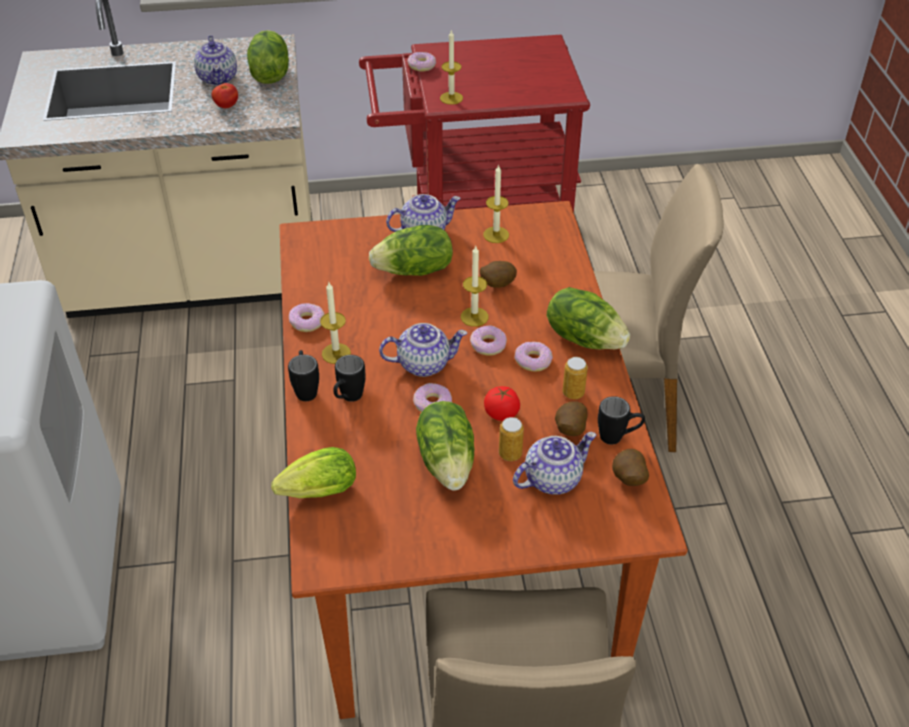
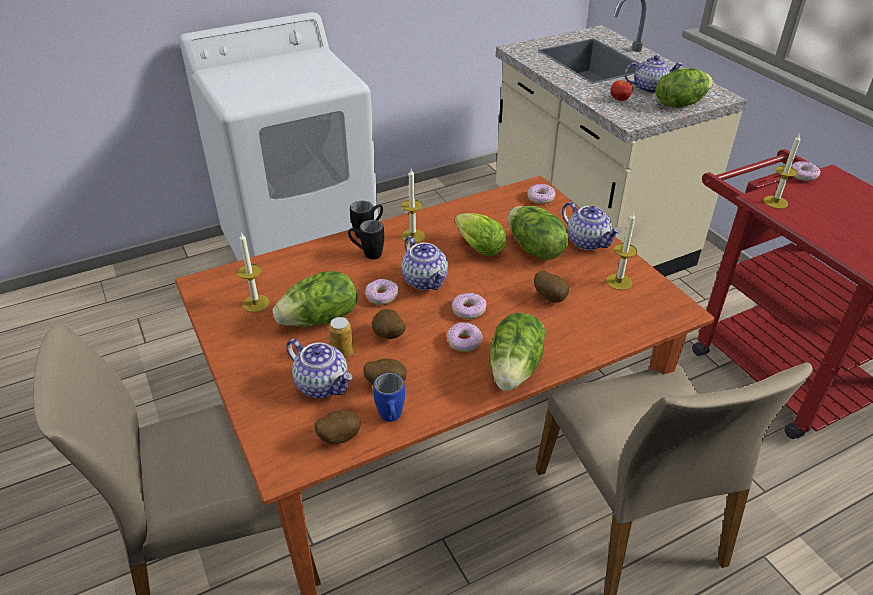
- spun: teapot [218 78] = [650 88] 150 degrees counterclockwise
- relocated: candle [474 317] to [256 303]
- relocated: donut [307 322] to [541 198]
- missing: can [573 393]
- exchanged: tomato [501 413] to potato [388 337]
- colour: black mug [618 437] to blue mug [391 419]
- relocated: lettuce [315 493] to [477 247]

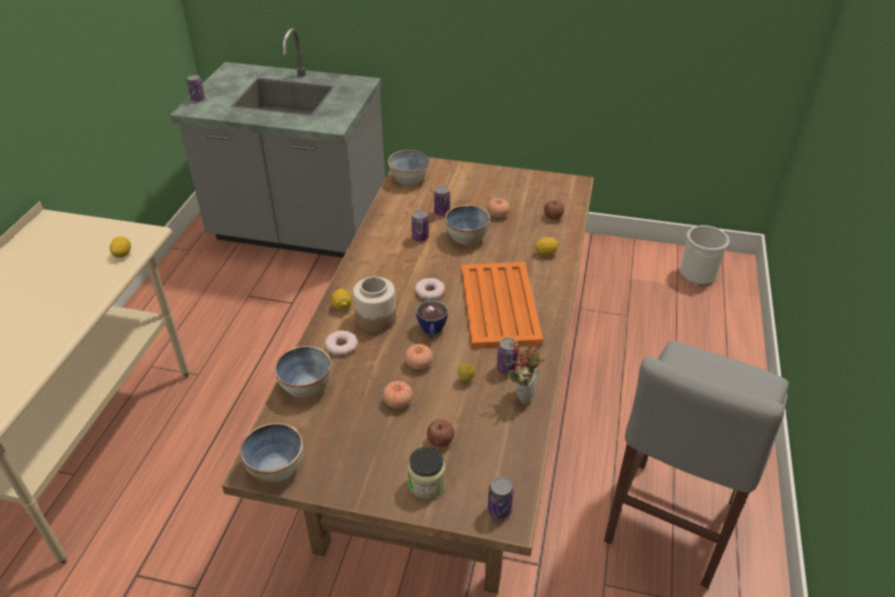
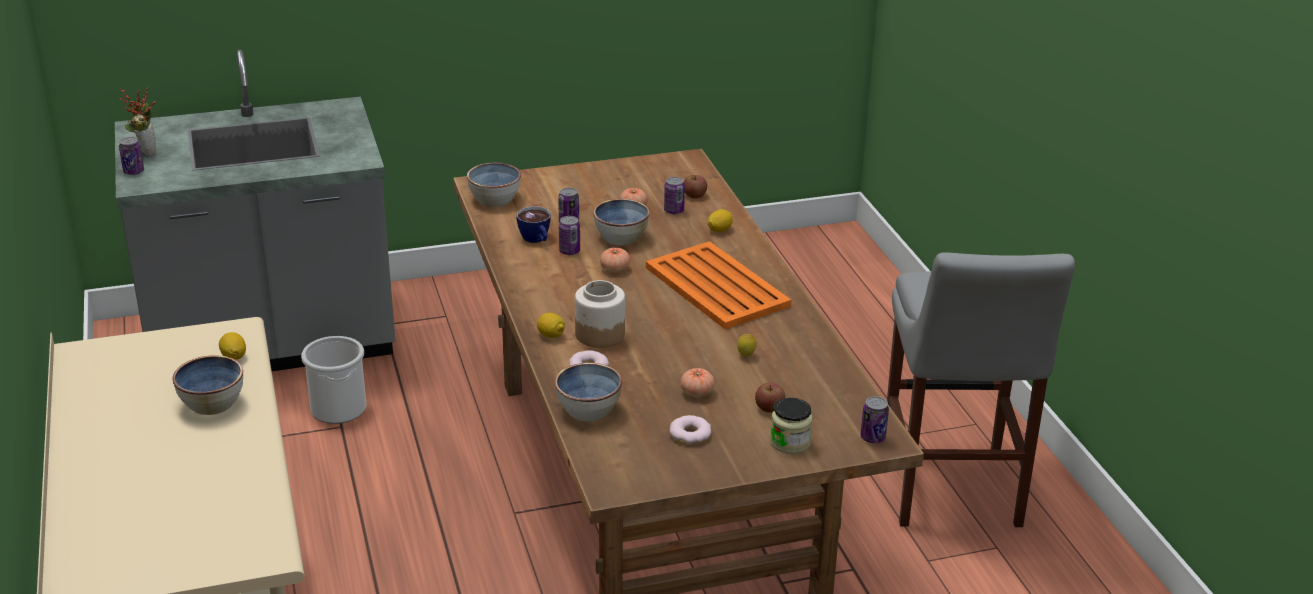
- relocated: bucket [698 273] to [339 409]
- relocated: donut [430 292] to [690 434]
- relocated: cup [432 331] to [536 240]
- relocated: can [506 368] to [674 211]
- relocated: potted plant [523 394] to [145 151]
- relocated: tomato [418 363] to [615 269]
- relocated: bowl [276 467] to [213 403]

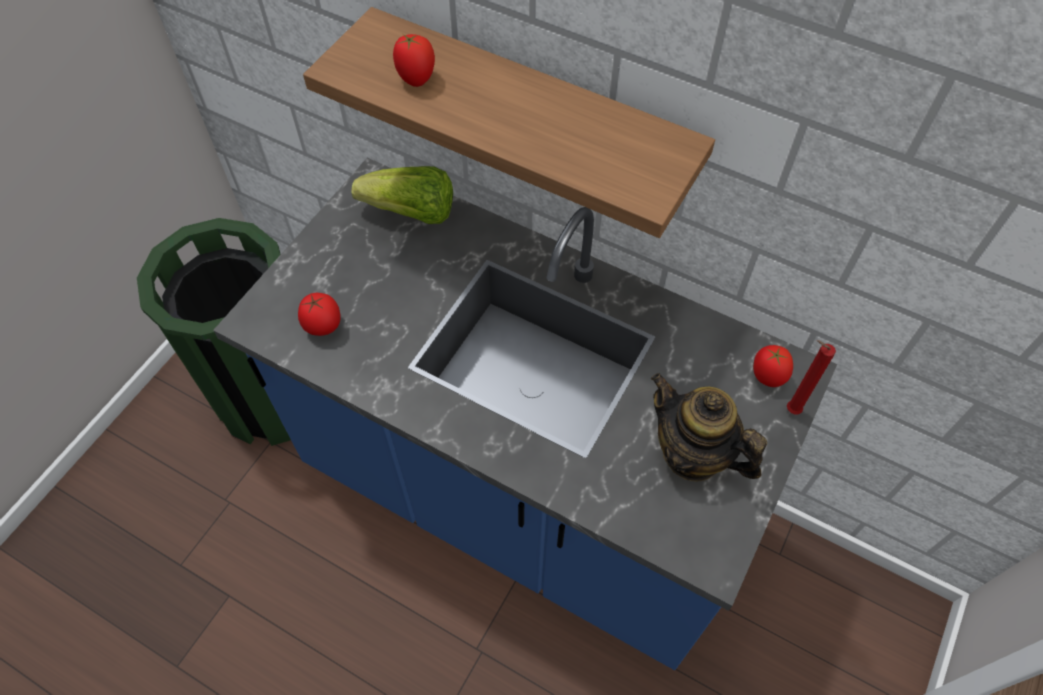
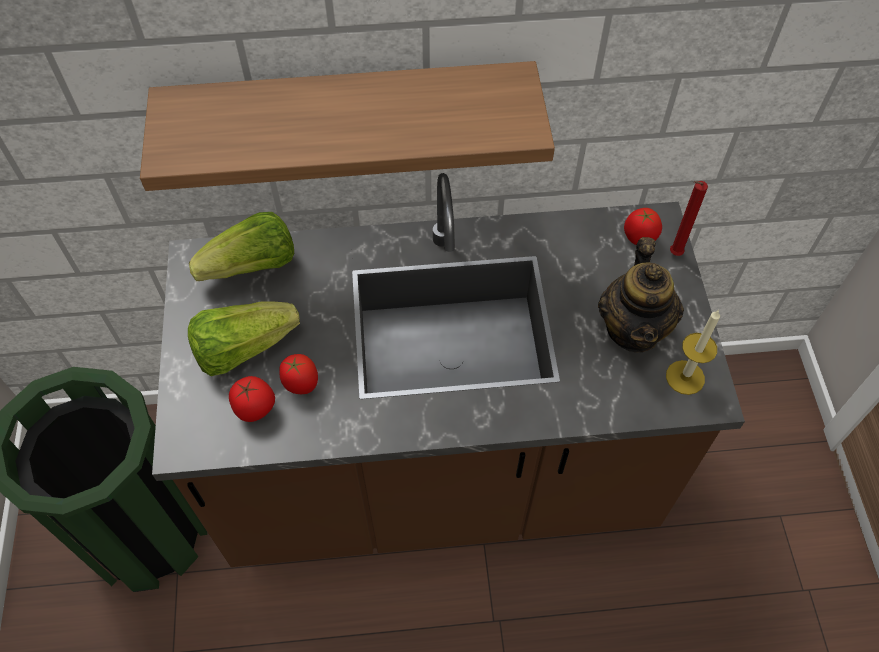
- relocated: tomato [416 78] to [301 384]
- colour: blue counter [521 498] to brown counter [439 475]
- spun: teapot [693 454] = [633 329] 90 degrees counterclockwise
- appeared: lettuce [243 348]
- appeared: candle [685 377]

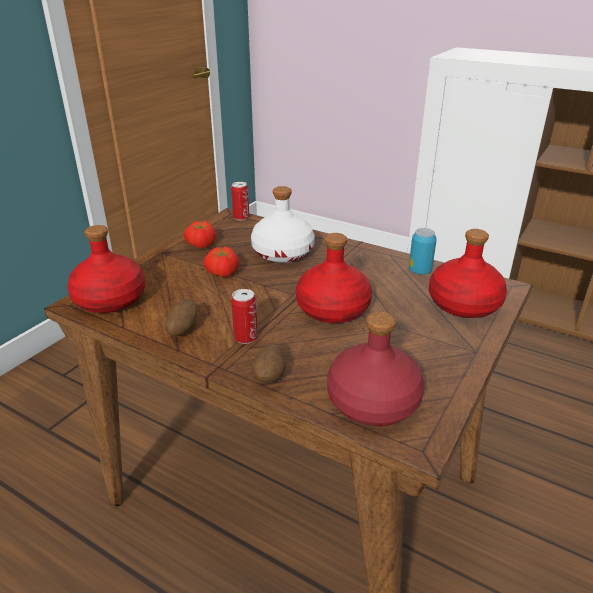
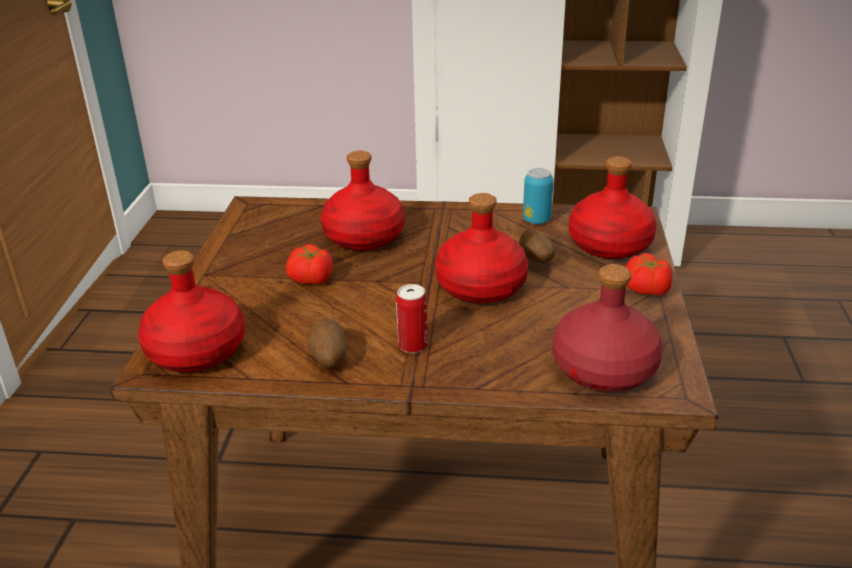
- missing: can [241 217]
- colour: white bottle [283 253] to red bottle [365 237]
- relocated: tomato [201 244] to [645 289]
- relocated: potato [269 377] to [536 261]

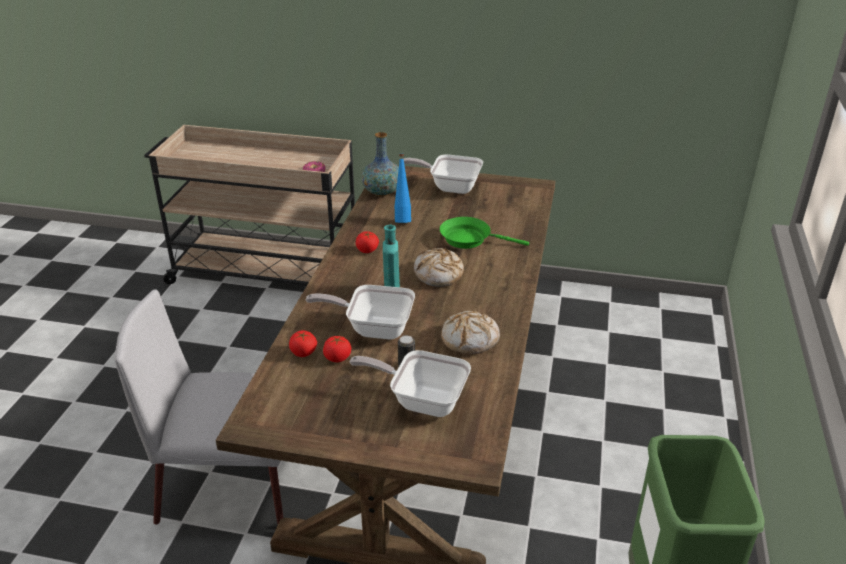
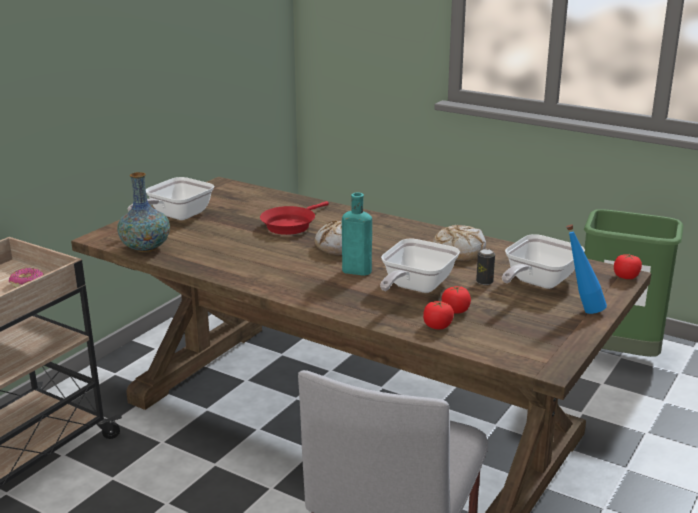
- relocated: blue bottle [402 219] to [581 310]
- colour: green frying pan [470 239] to red frying pan [291 225]
- relocated: tomato [367 250] to [626 276]

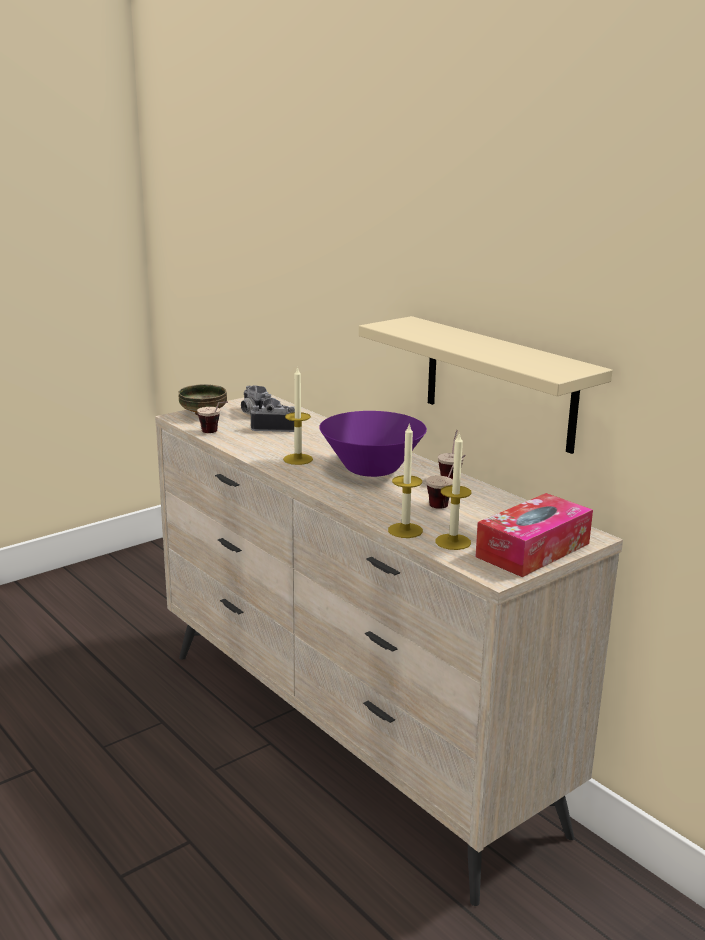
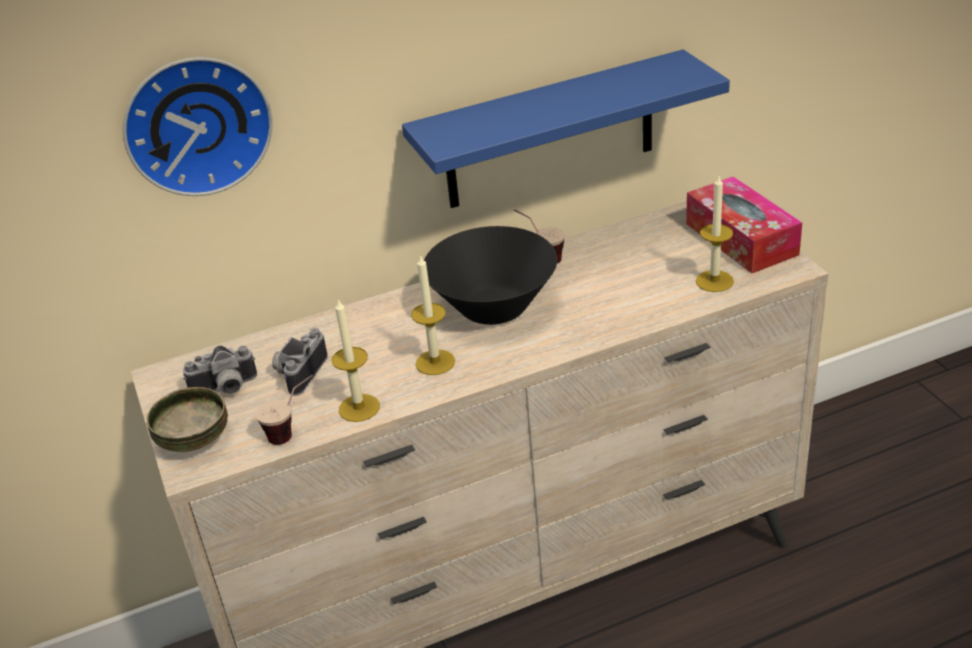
- colour: beige shelf [499 383] to blue shelf [550 132]
- colour: purple bowl [371 469] to black bowl [494 308]
- relocated: candle [405 530] to [359 408]
- missing: cup [446 502]
- appeared: wall clock [196 123]

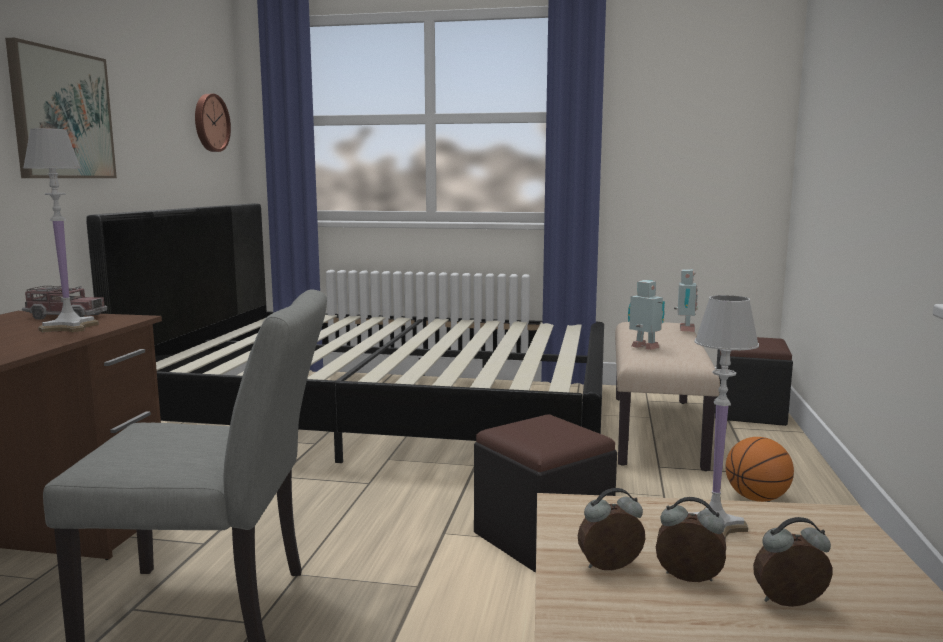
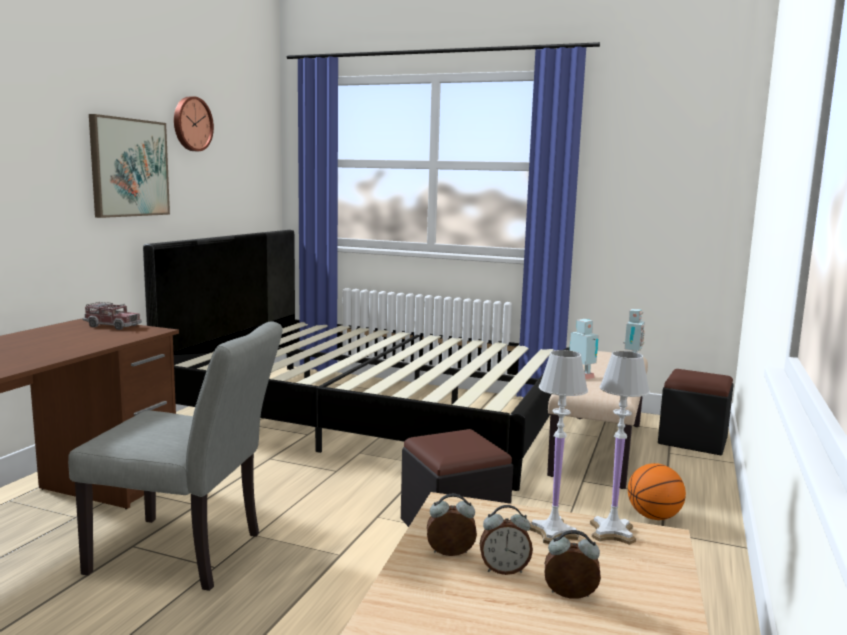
- relocated: wall clock [210 123] to [191 124]
- relocated: white table lamp [70 327] to [613 532]
- spun: alarm clock [688 580] = [504 569] 150 degrees clockwise

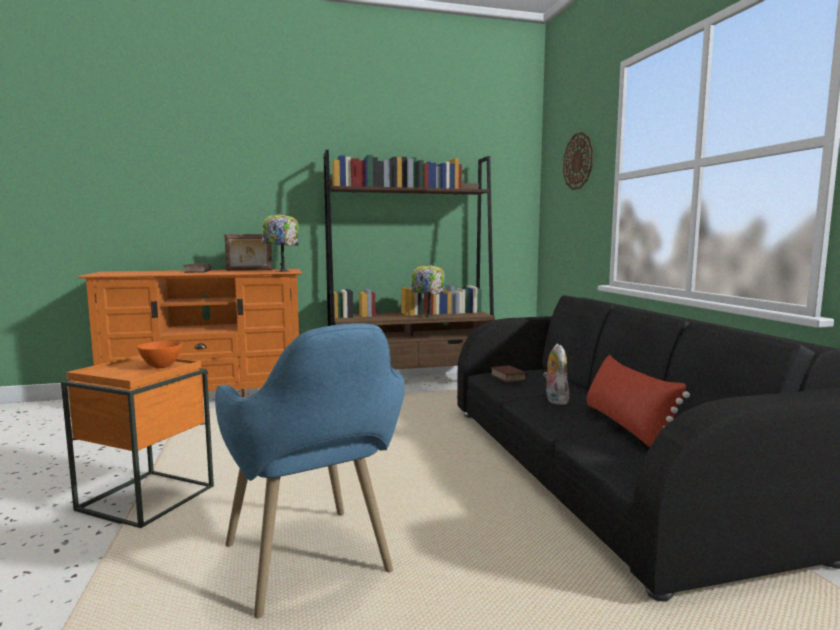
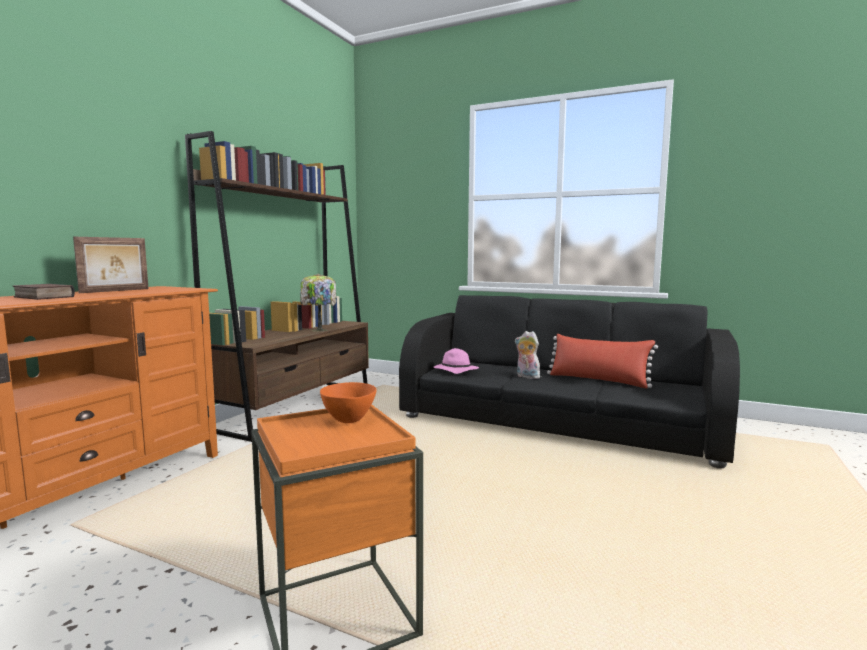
- missing: wall clock [578 161]
- missing: table lamp [281 271]
- missing: blue armchair [314 571]
- exchanged: book [507 377] to pink hat [455 370]

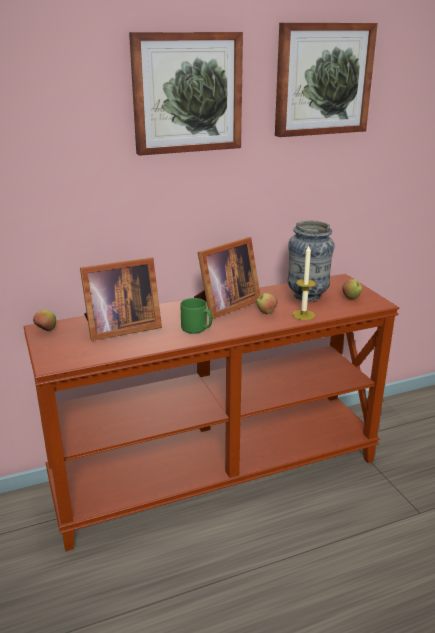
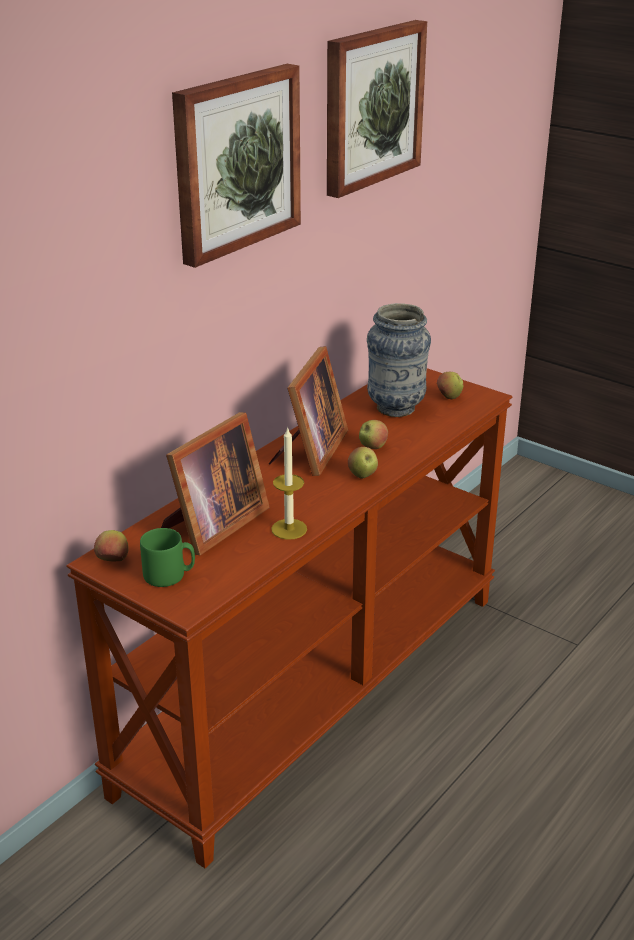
- relocated: candle [303 315] to [289 529]
- relocated: green mug [197 329] to [169 575]
- appeared: apple [362 475]

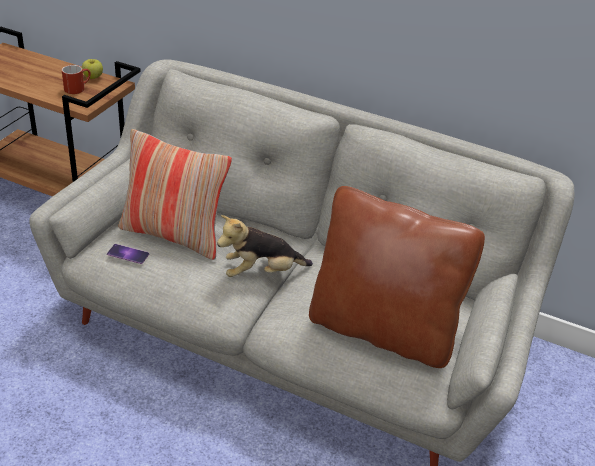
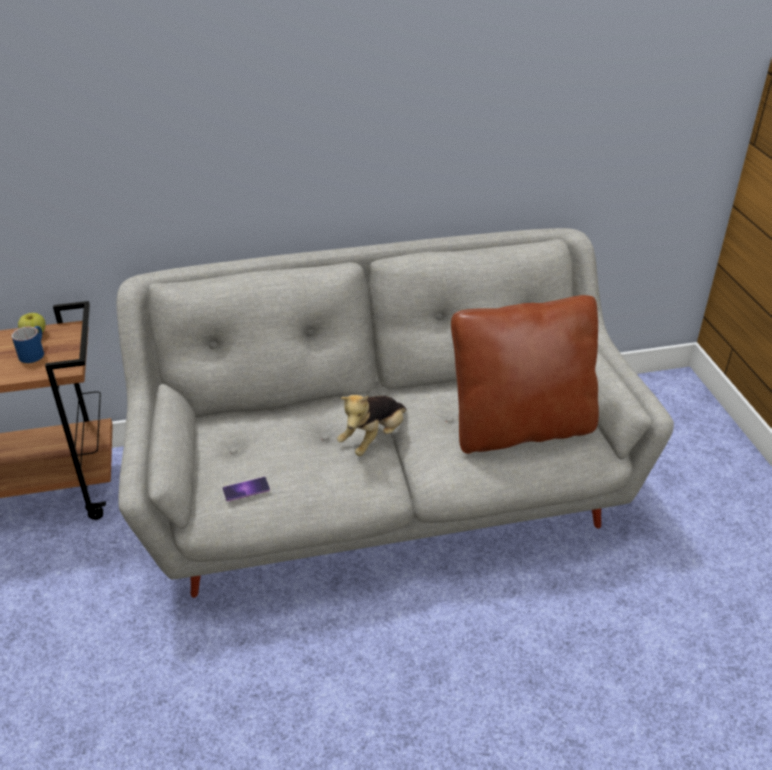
- colour: red mug [77 88] to blue mug [33 353]
- missing: pillow [173 235]

